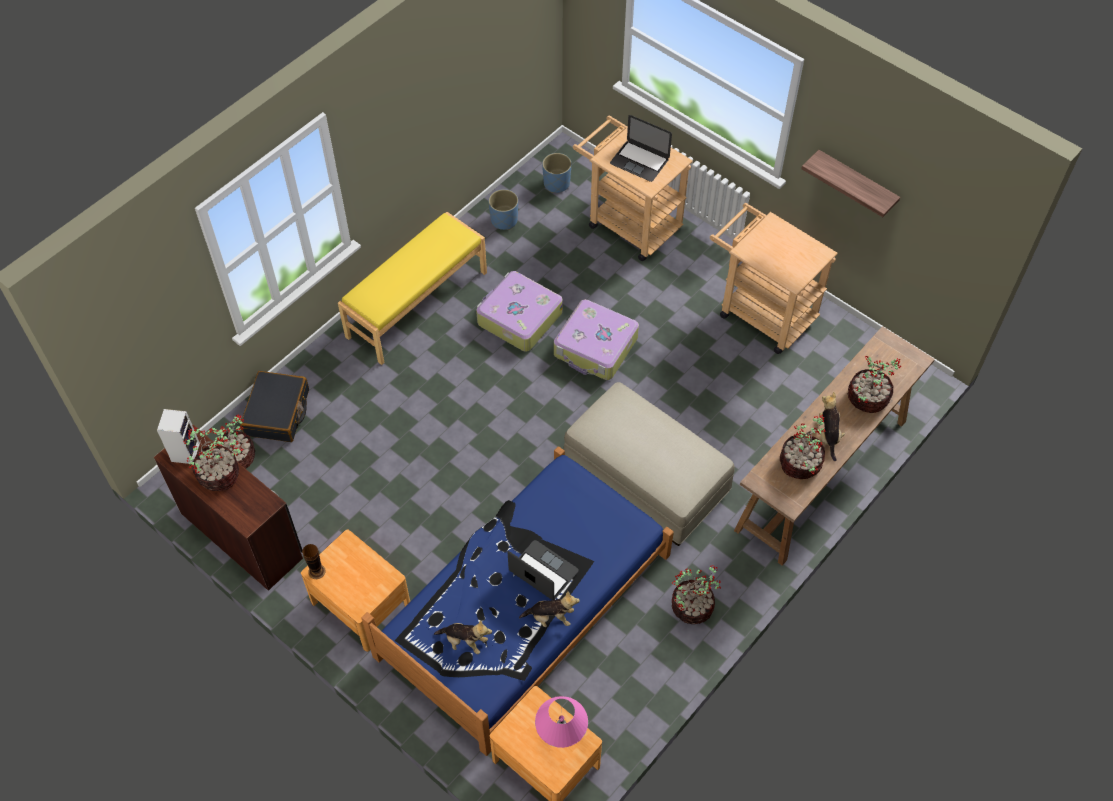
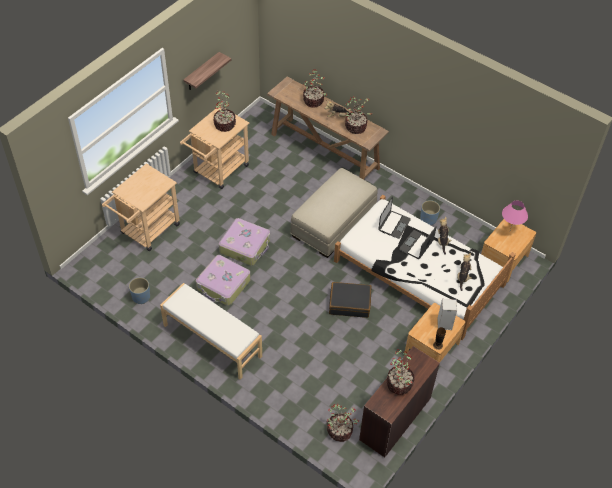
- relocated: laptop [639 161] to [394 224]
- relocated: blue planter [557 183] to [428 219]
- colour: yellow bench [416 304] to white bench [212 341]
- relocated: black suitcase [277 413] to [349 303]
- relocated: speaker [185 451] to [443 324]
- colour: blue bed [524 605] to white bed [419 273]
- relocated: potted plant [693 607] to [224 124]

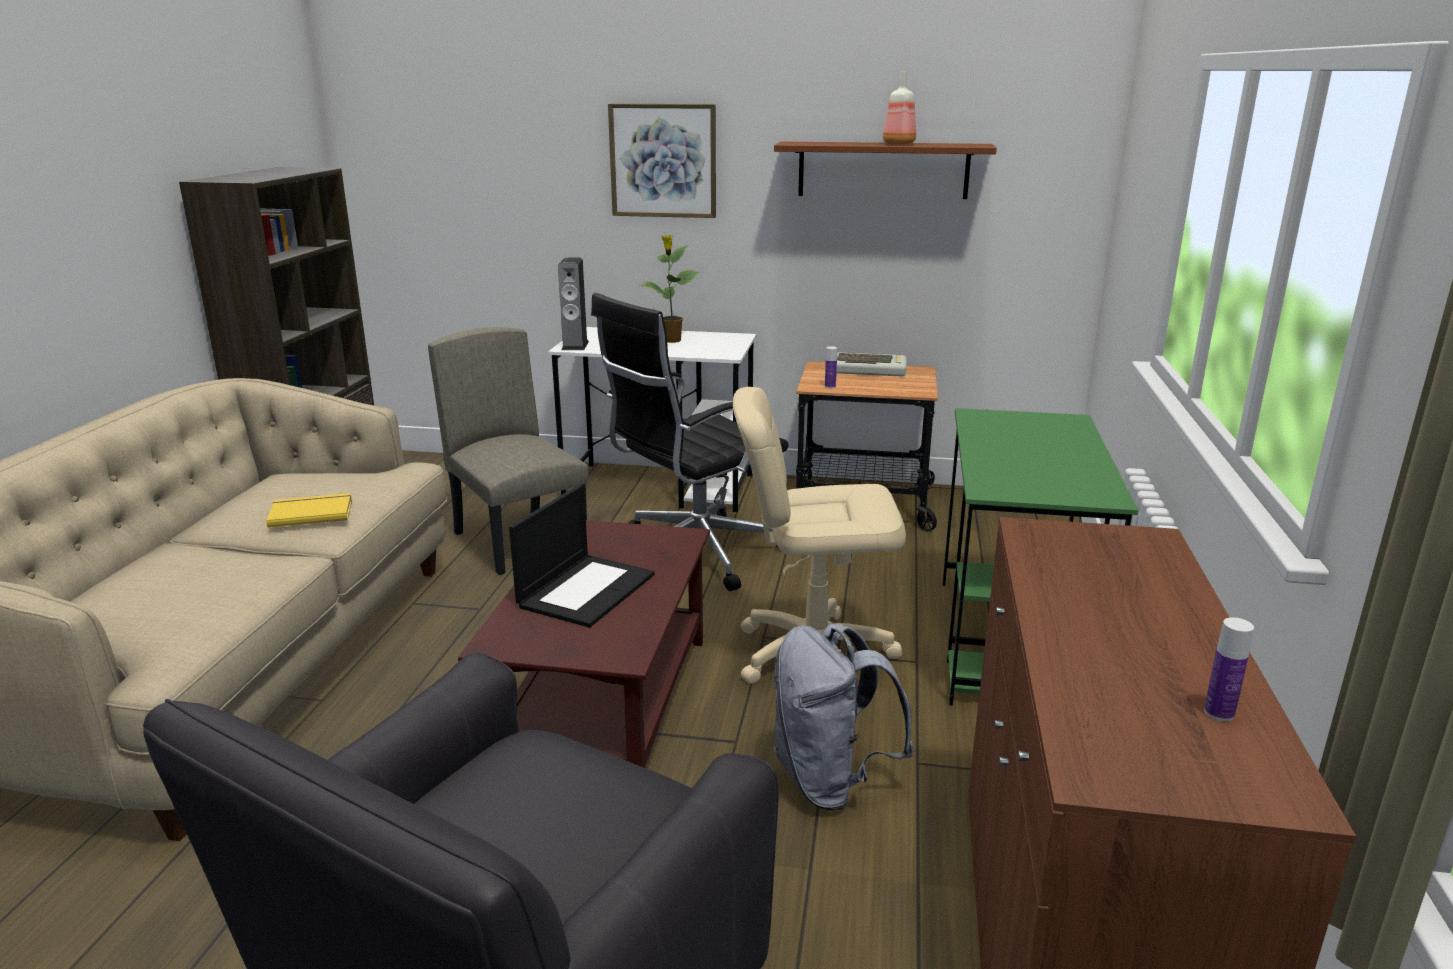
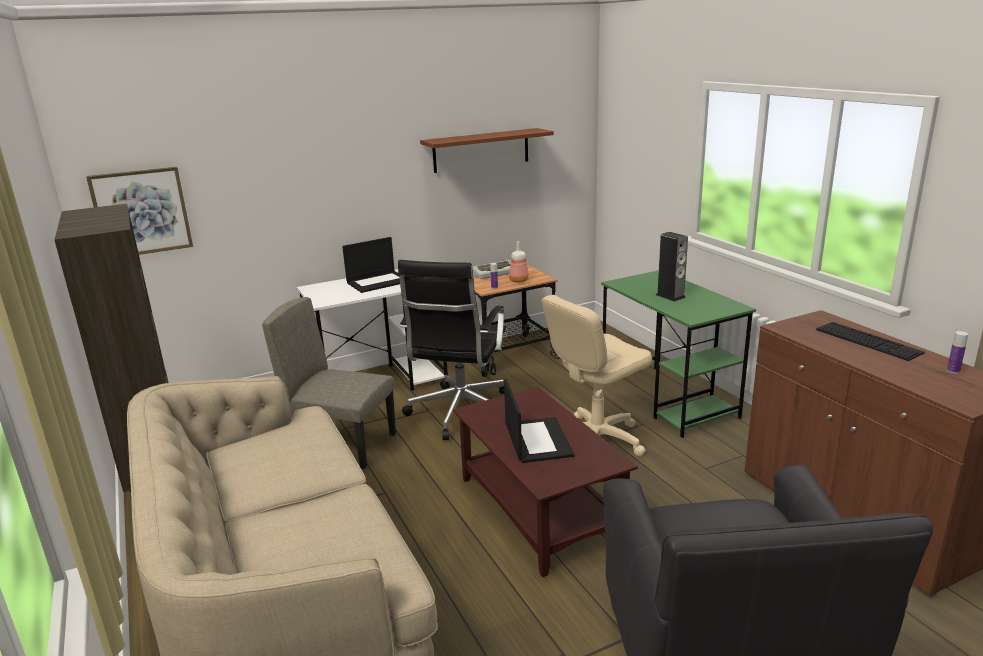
- relocated: bottle [898 144] to [519 281]
- relocated: picture [663 161] to [141 212]
- exchanged: potted plant [671 341] to laptop [378 282]
- relocated: speaker [575 345] to [670 296]
- missing: yellow book [311 512]
- missing: grey backpack [830 781]
- appeared: keyboard [867 341]

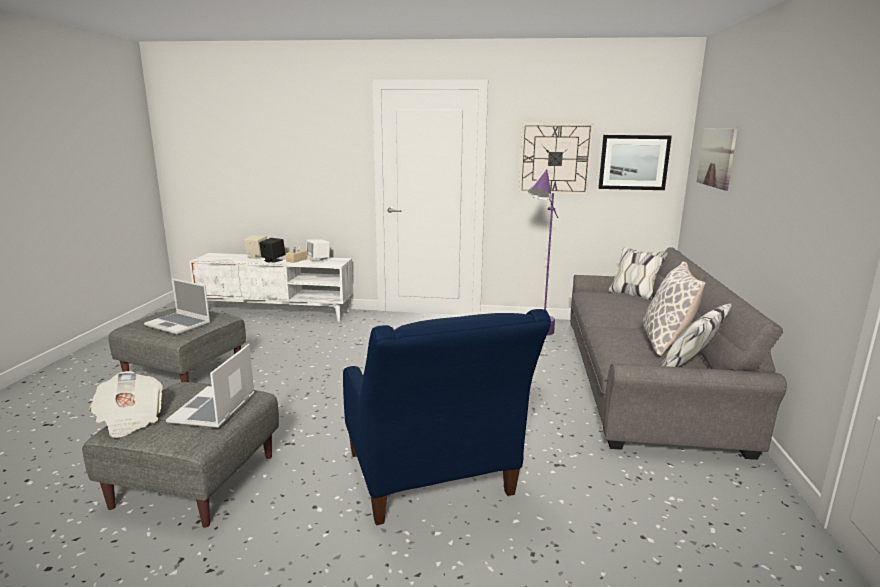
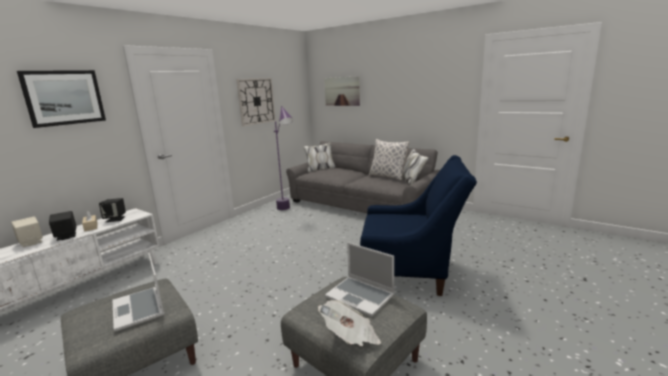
- relocated: picture [633 162] to [64 97]
- colour: white speaker [319 261] to black speaker [115 219]
- spun: laptop [179 324] = [139 309] 90 degrees clockwise

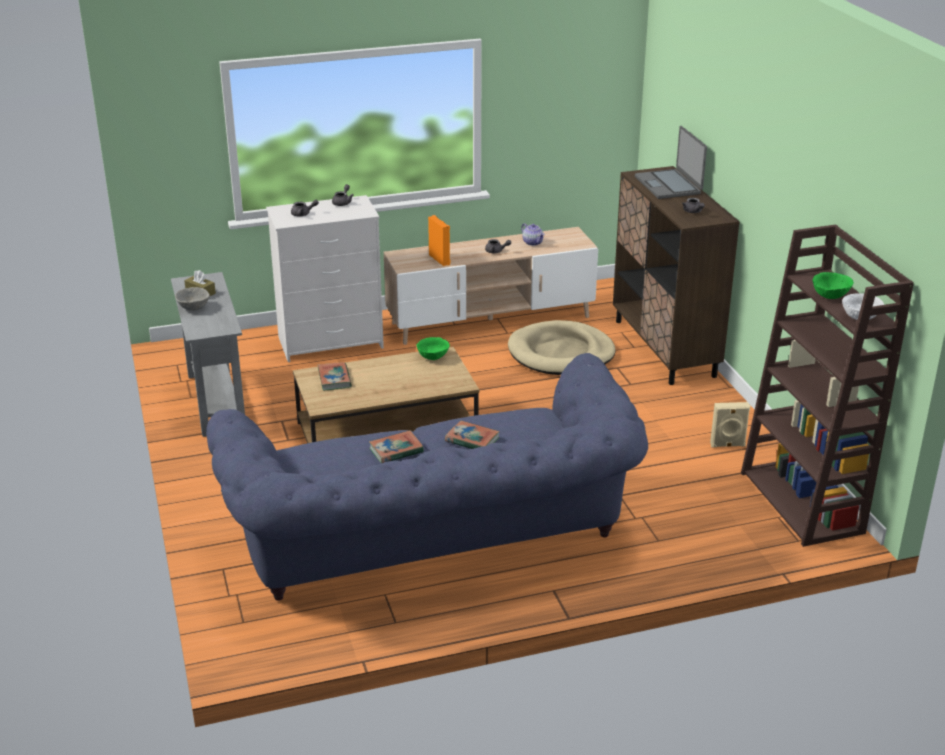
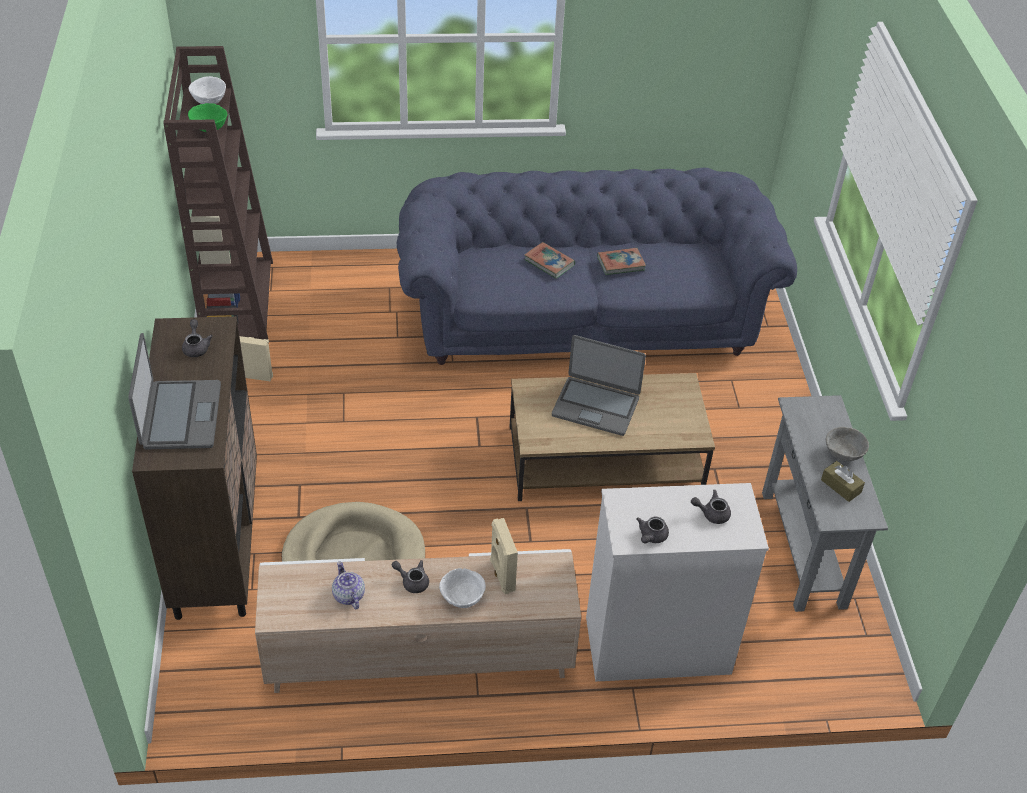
- colour: orange speaker [440 259] to beige speaker [501 575]
- missing: green bowl [433 357]
- missing: book [334 379]
- appeared: laptop [596 406]
- appeared: white bowl [462 598]

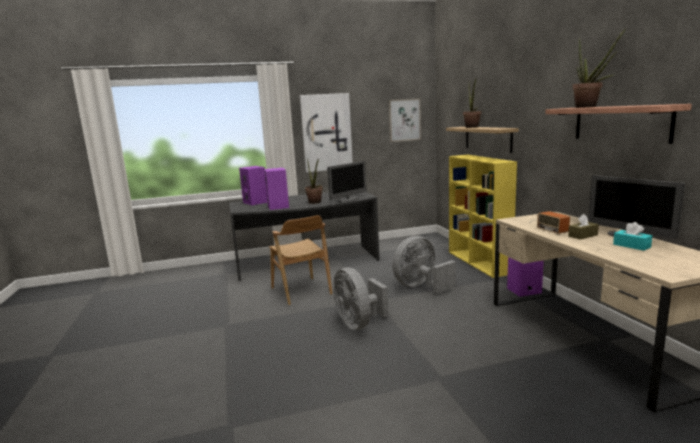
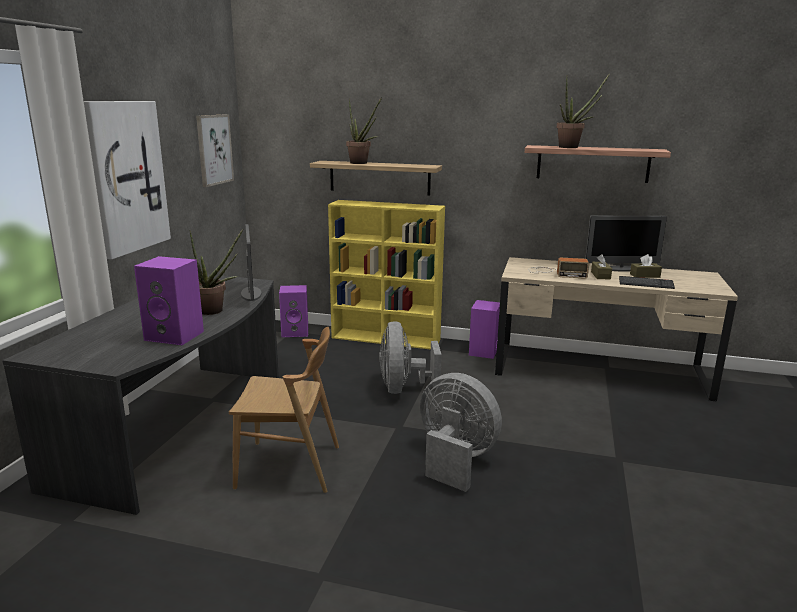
- relocated: purple speaker [256 202] to [296 332]
- colour: turquoise tissue box [631 246] to brown tissue box [645 275]
- spun: grey fan [359 324] = [455 459] 150 degrees counterclockwise
- appeared: keyboard [646 284]

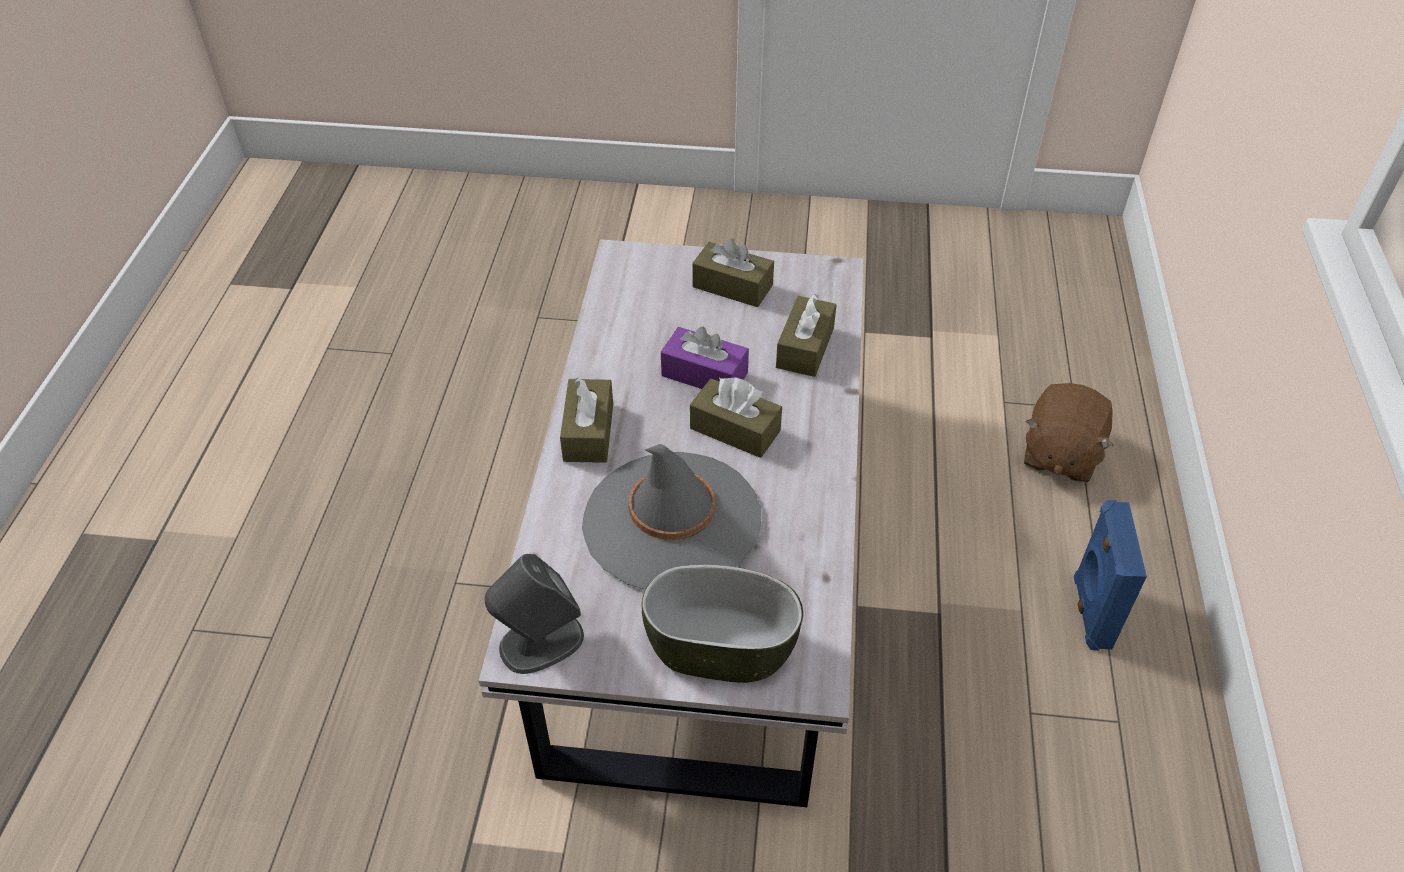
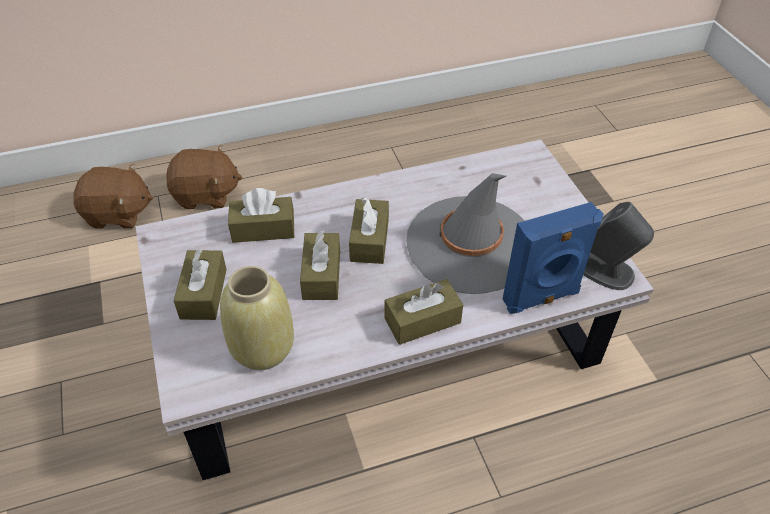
- colour: purple tissue box [704 374] to brown tissue box [321 275]
- relocated: blue speaker [1090 612] to [542 298]
- missing: bowl [720 648]
- appeared: brown plush toy [118 214]
- appeared: beige vase [263 348]

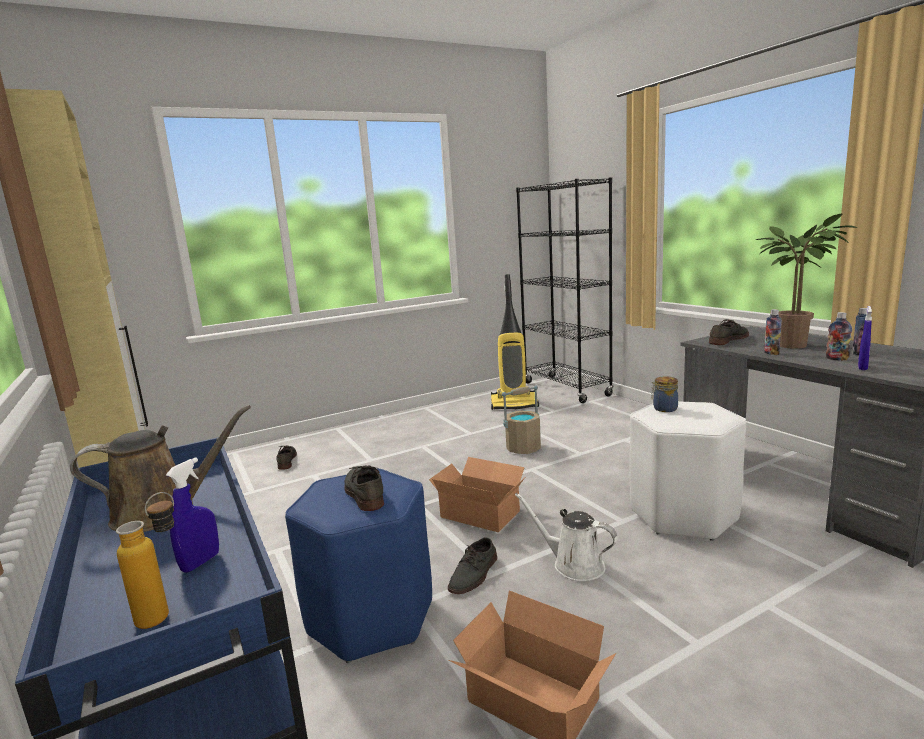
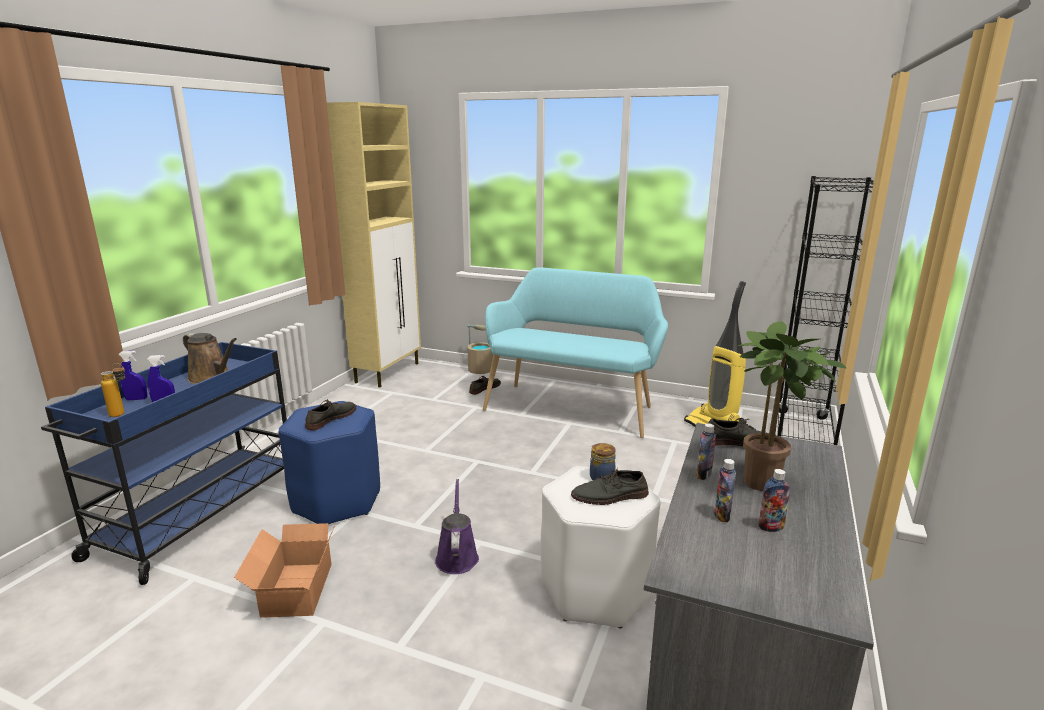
- relocated: blue spray bottle [862 367] to [136 399]
- relocated: beige bucket [523 448] to [481 370]
- missing: cardboard box [480 512]
- colour: white watering can [573 564] to purple watering can [457 556]
- relocated: grey shoe [474 574] to [610 496]
- appeared: turquoise bench [572 406]

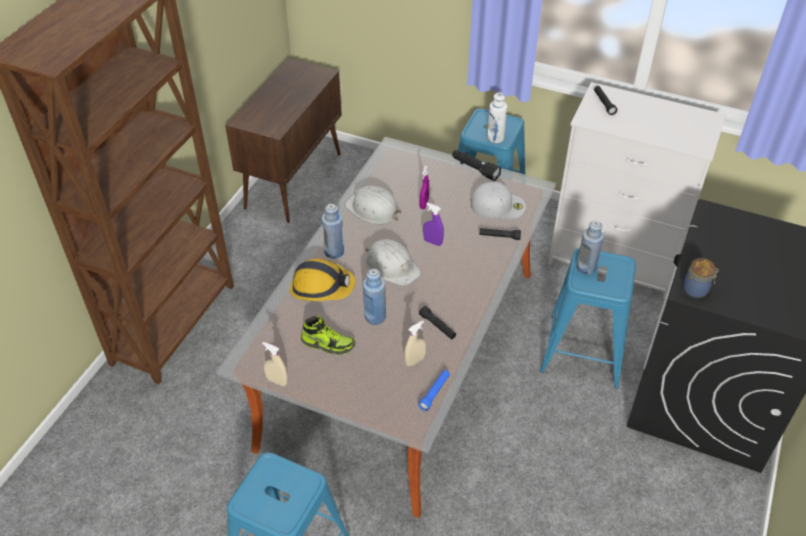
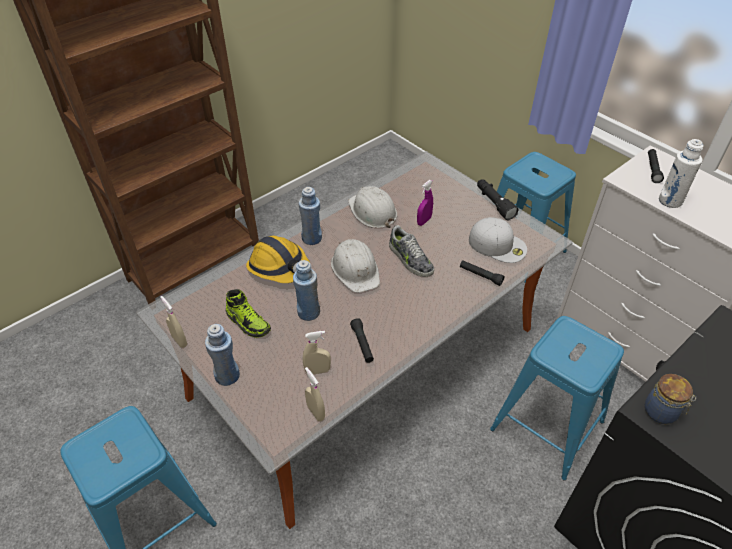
- missing: brown cabinet [294 180]
- relocated: white bottle [495 138] to [670 201]
- exchanged: purple spray bottle [433 242] to shoe [410 259]
- relocated: blue bottle [586 268] to [227 375]
- exchanged: blue flashlight [434 393] to beige spray bottle [316 412]

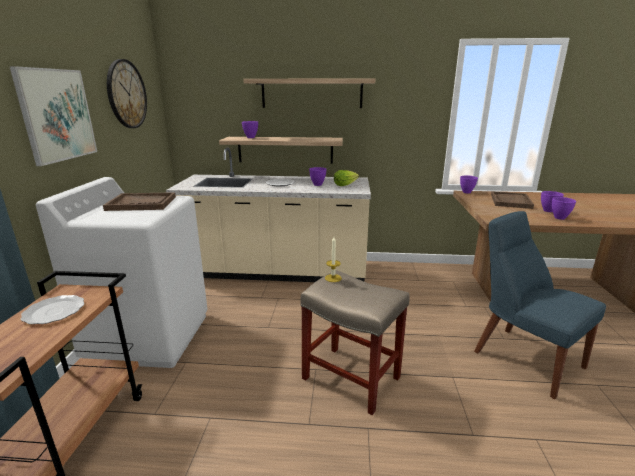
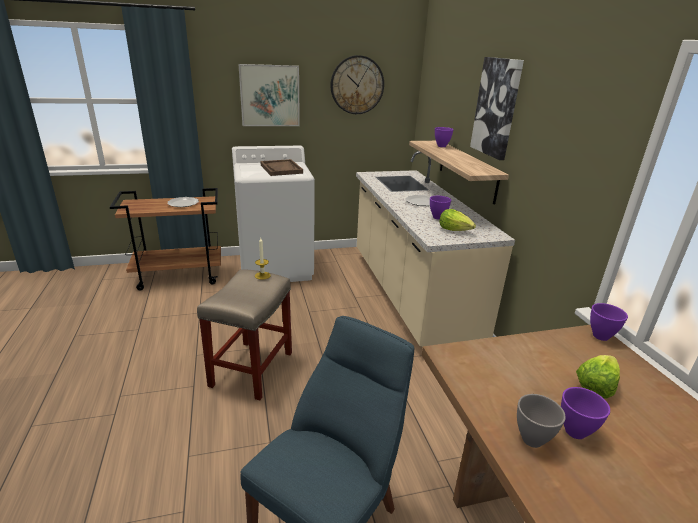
- exchanged: shelf [311 93] to picture [497 107]
- exchanged: brown tray [511 201] to lettuce [595 385]
- colour: purple bowl [559 218] to grey bowl [530 440]

